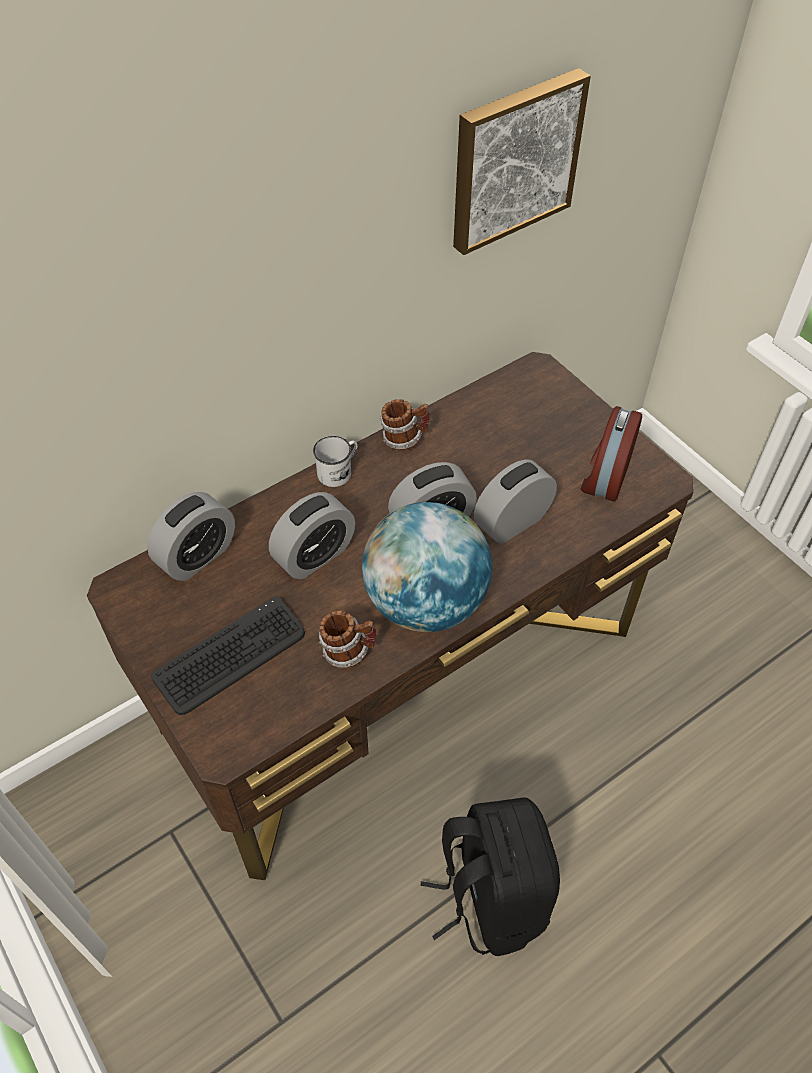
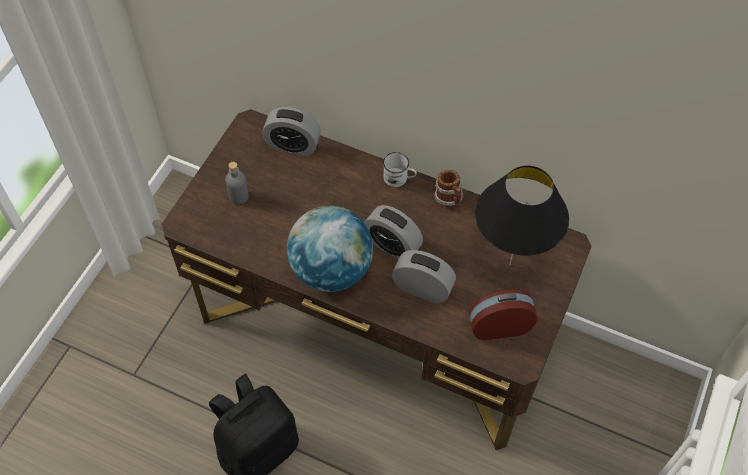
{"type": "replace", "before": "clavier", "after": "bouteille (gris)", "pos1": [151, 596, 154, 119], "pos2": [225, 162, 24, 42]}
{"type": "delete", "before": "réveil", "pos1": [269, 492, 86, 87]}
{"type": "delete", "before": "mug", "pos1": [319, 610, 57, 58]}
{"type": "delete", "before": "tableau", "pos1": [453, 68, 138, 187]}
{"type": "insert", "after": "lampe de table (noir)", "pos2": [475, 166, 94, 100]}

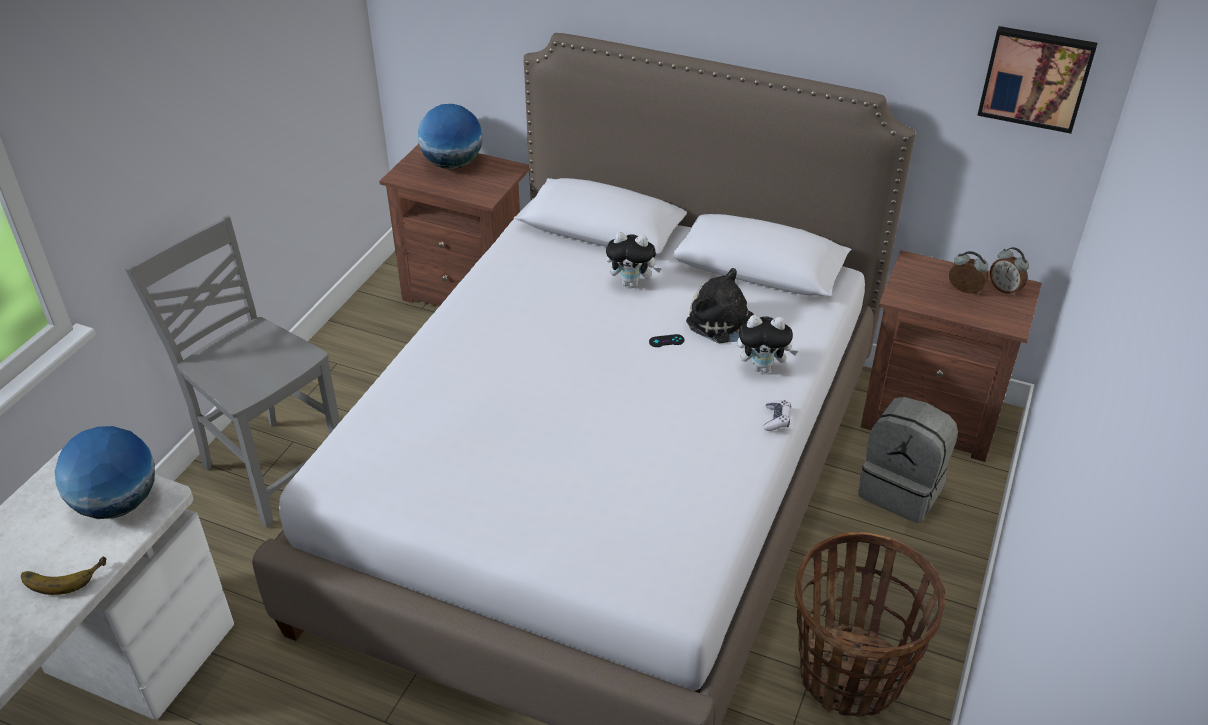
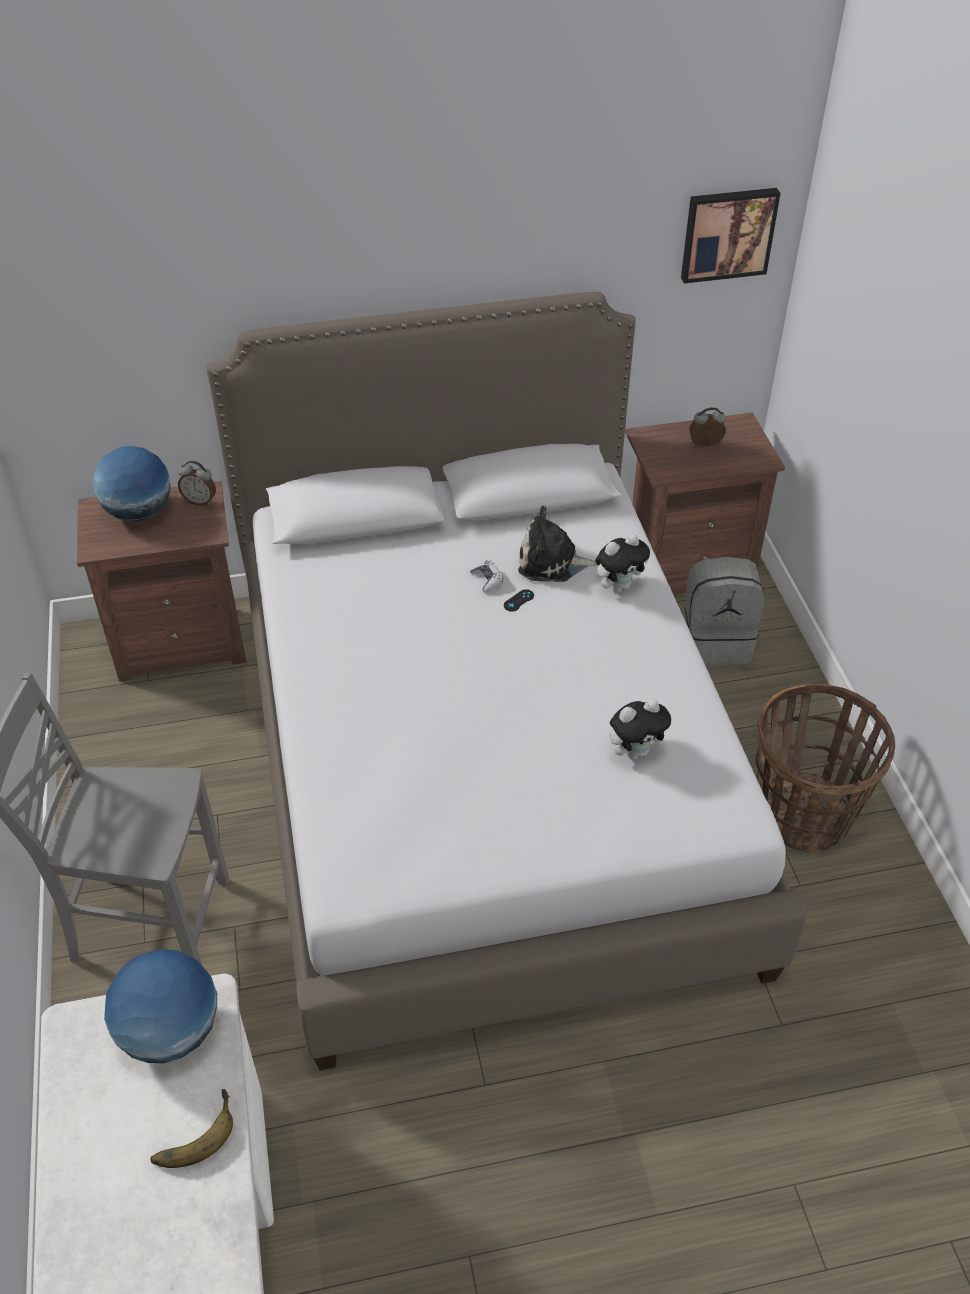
{"type": "move", "before": "peluche", "pos1": [606, 232, 56, 56], "pos2": [610, 698, 61, 62]}
{"type": "move", "before": "manette", "pos1": [764, 400, 27, 31], "pos2": [470, 560, 33, 33]}
{"type": "move", "before": "réveil", "pos1": [990, 247, 39, 49], "pos2": [178, 461, 38, 45]}

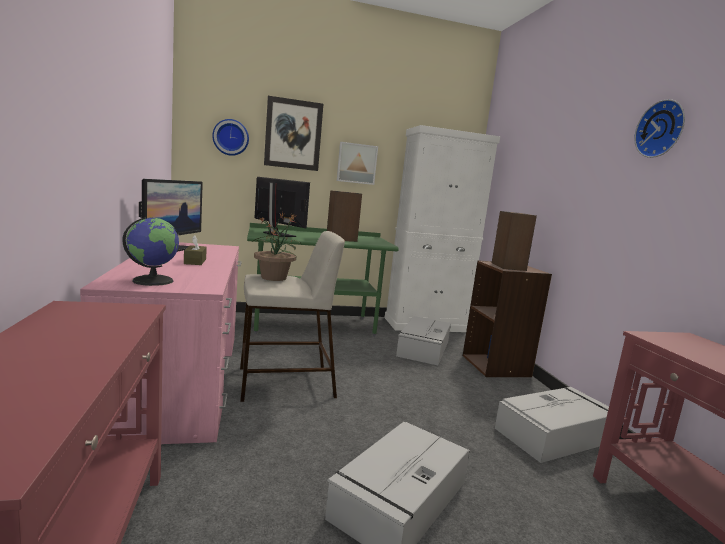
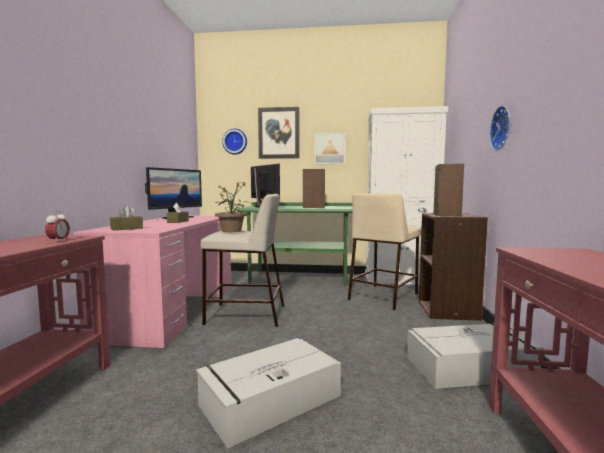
{"type": "replace", "before": "globe", "after": "boîte à mouchoirs (marron)", "pos1": [122, 217, 57, 69], "pos2": [110, 206, 33, 24]}
{"type": "replace", "before": "boîte de rangement (gris)", "after": "tabouret (beige)", "pos1": [396, 316, 55, 49], "pos2": [348, 193, 73, 117]}
{"type": "move", "before": "horloge murale", "pos1": [634, 99, 51, 59], "pos2": [489, 106, 21, 45]}
{"type": "insert", "after": "réveil", "pos2": [45, 211, 25, 32]}

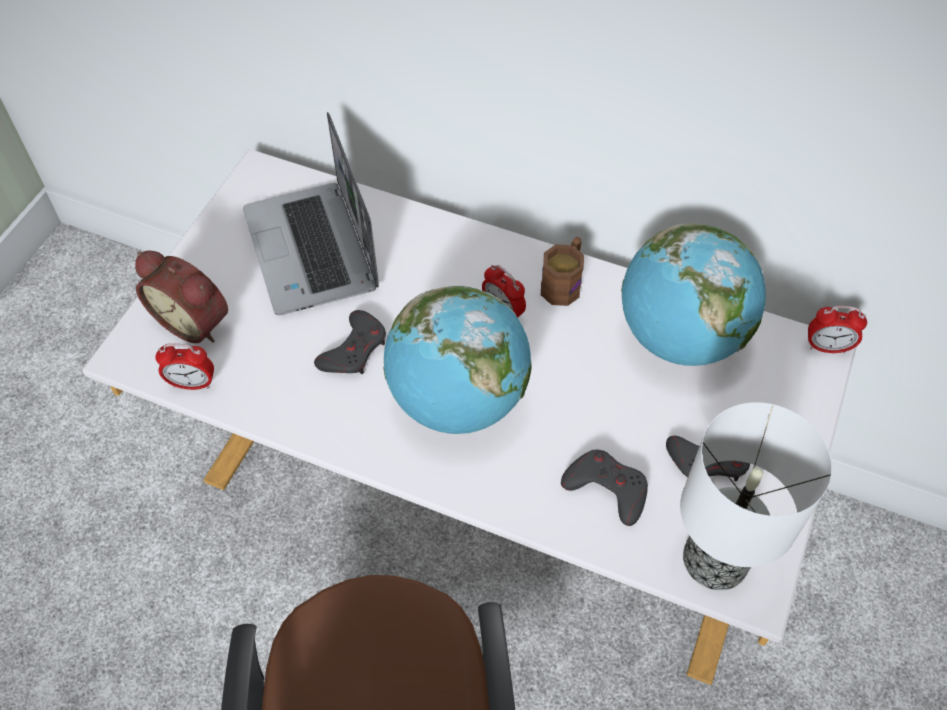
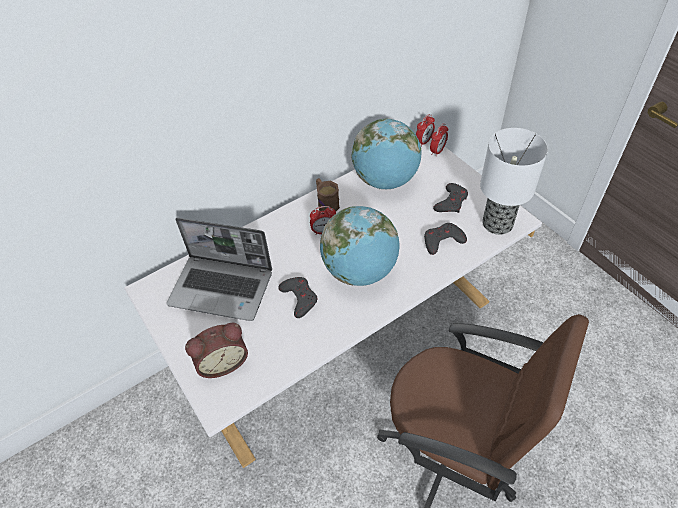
{"type": "move", "before": "réveil", "pos1": [155, 343, 59, 47], "pos2": [430, 123, 18, 33]}

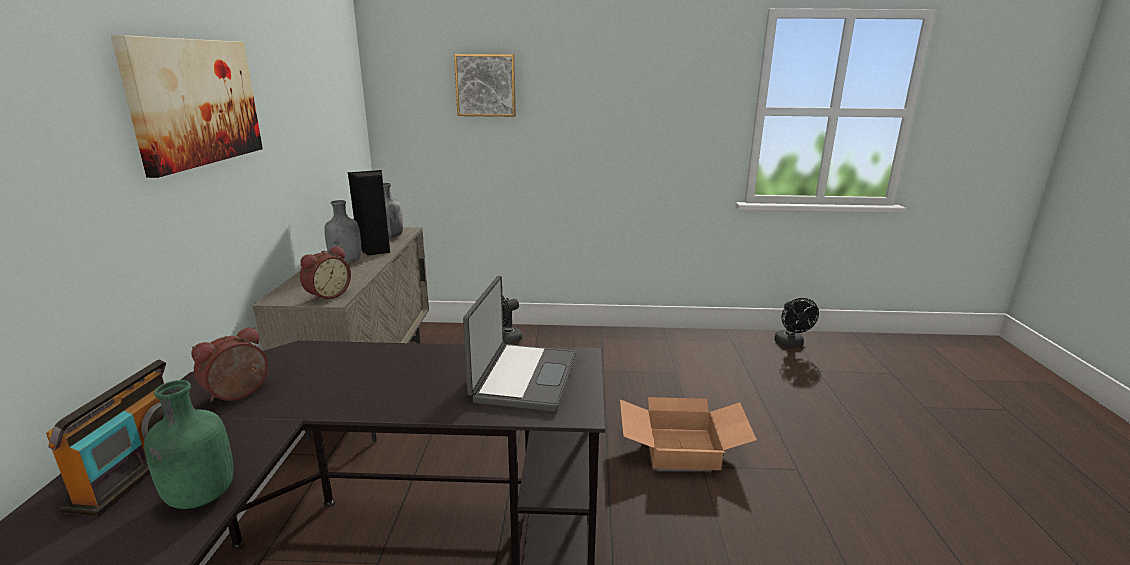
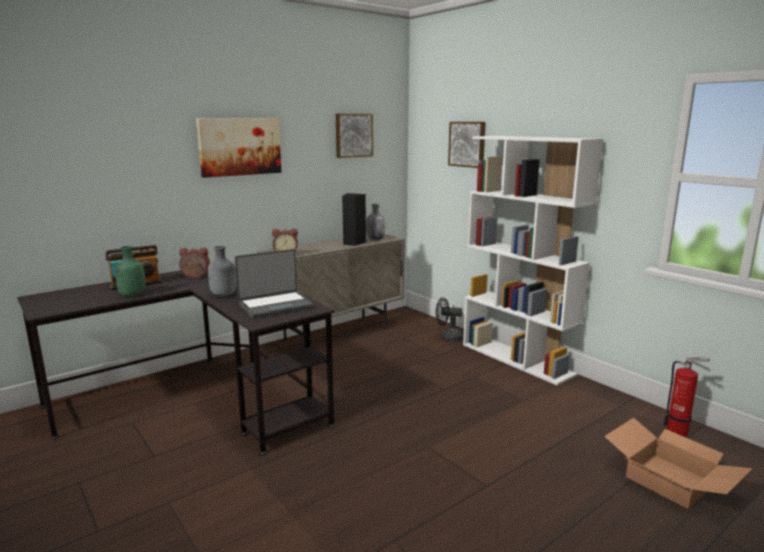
{"type": "move", "before": "bouteille (gris)", "pos1": [324, 200, 37, 63], "pos2": [208, 246, 28, 50]}
{"type": "move", "before": "carton", "pos1": [620, 397, 137, 73], "pos2": [604, 418, 149, 91]}
{"type": "replace", "before": "ventilateur (noir)", "after": "extincteur", "pos1": [774, 298, 45, 49], "pos2": [664, 357, 46, 80]}
{"type": "insert", "after": "tableau", "pos2": [336, 114, 37, 44]}
{"type": "insert", "after": "bibliothèque (blanc)", "pos2": [463, 136, 140, 249]}

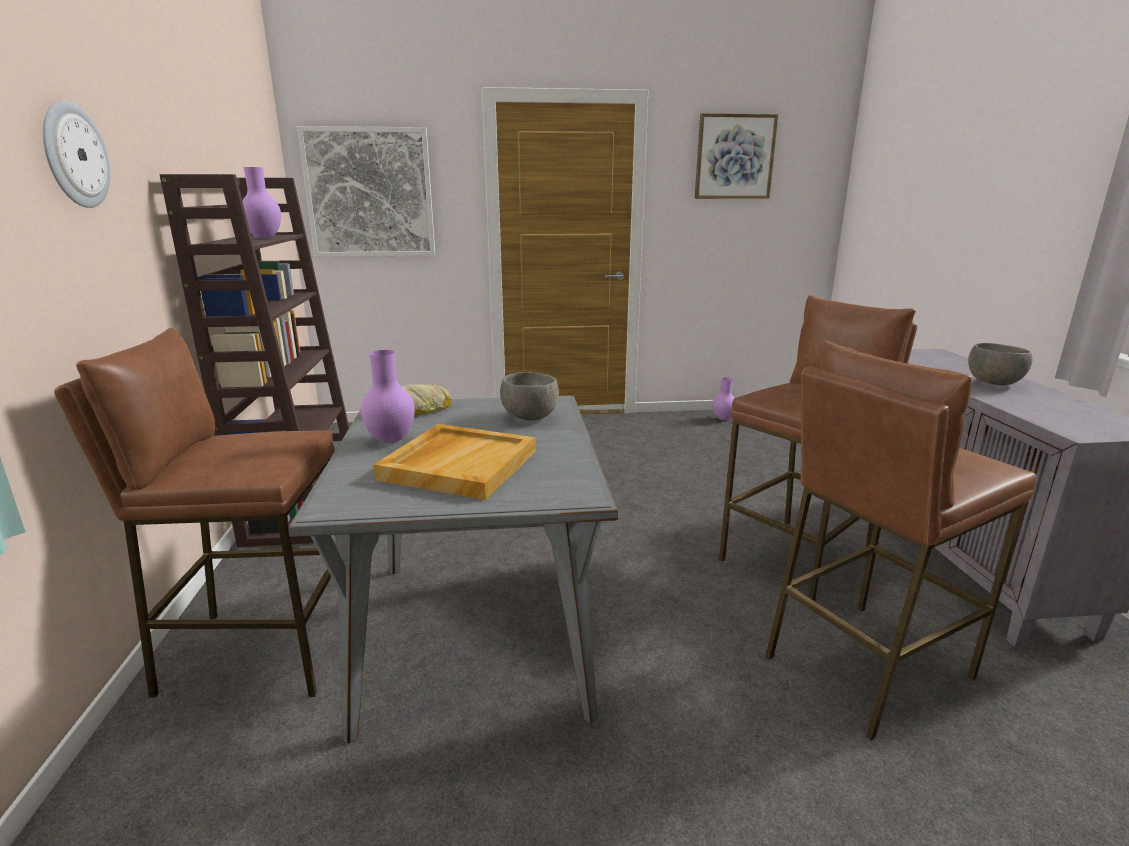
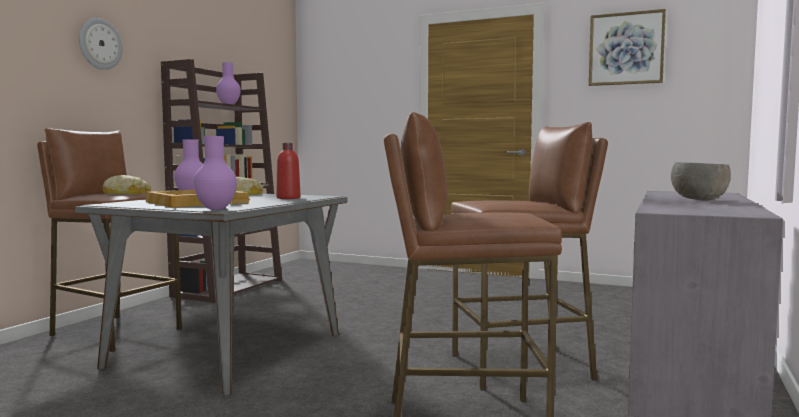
{"type": "delete", "before": "tableau", "pos1": [297, 126, 138, 131]}
{"type": "replace", "before": "bol (gris)", "after": "bouteille (rouge)", "pos1": [500, 372, 59, 49], "pos2": [276, 143, 25, 56]}
{"type": "move", "before": "vase (violet)", "pos1": [712, 378, 22, 42], "pos2": [194, 136, 43, 74]}
{"type": "insert", "after": "pain", "pos2": [102, 175, 49, 19]}

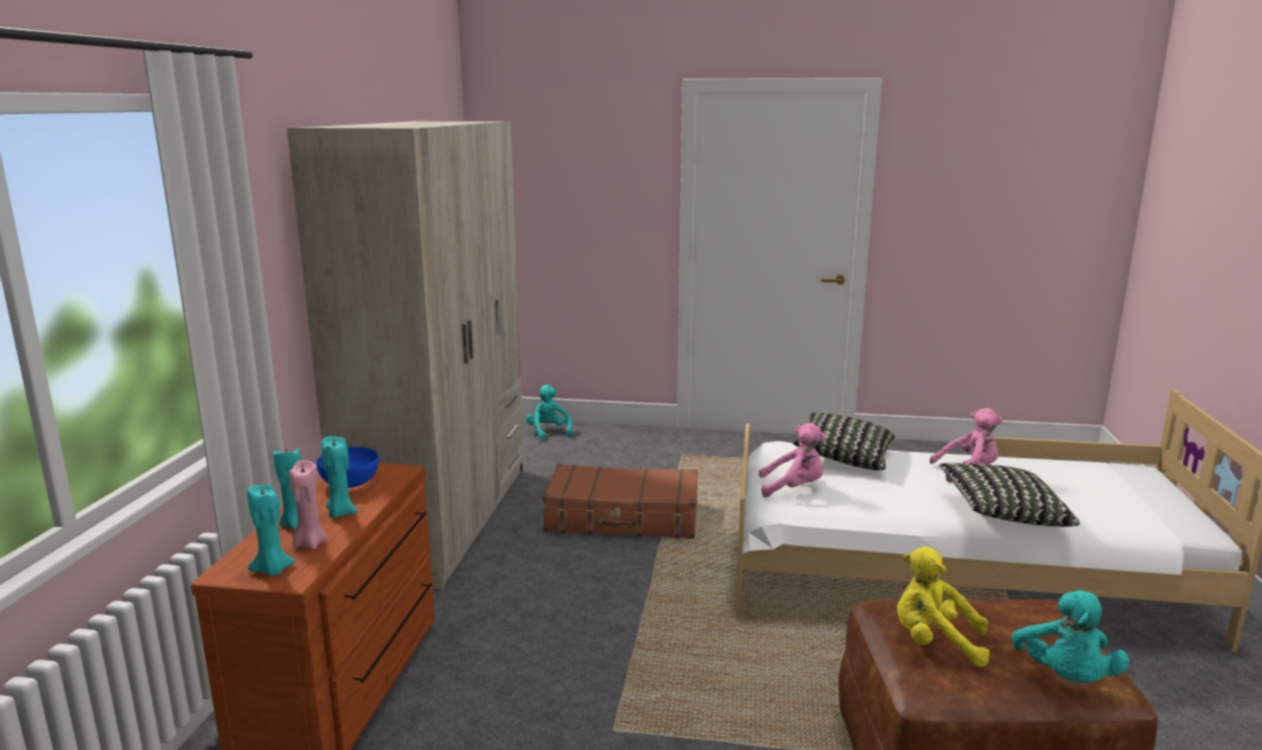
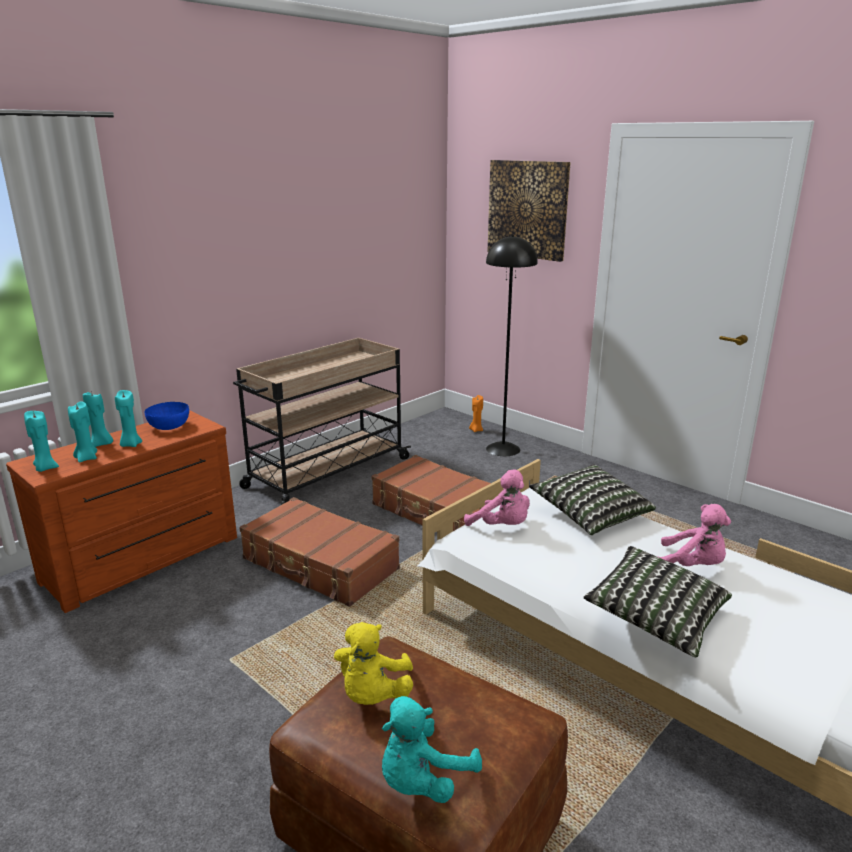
{"type": "replace", "before": "armoire (beige)", "after": "chariot (beige)", "pos1": [287, 121, 237, 468], "pos2": [233, 338, 178, 167]}
{"type": "recolor", "before": "bougie (rose)", "after": "bougie (turquoise)", "pos1": [289, 460, 38, 89], "pos2": [68, 402, 29, 60]}
{"type": "replace", "before": "peluche (turquoise)", "after": "bougie (orange)", "pos1": [526, 385, 46, 55], "pos2": [469, 395, 14, 37]}
{"type": "rotate", "before": "peluche (jaune)", "pos1": [897, 546, 93, 121], "pos2": [334, 622, 79, 83], "turn": -135}
{"type": "insert", "after": "valise (marron)", "pos2": [239, 497, 161, 110]}
{"type": "insert", "after": "lampadaire (noir)", "pos2": [486, 235, 52, 221]}
{"type": "insert", "after": "tableau", "pos2": [488, 160, 83, 102]}

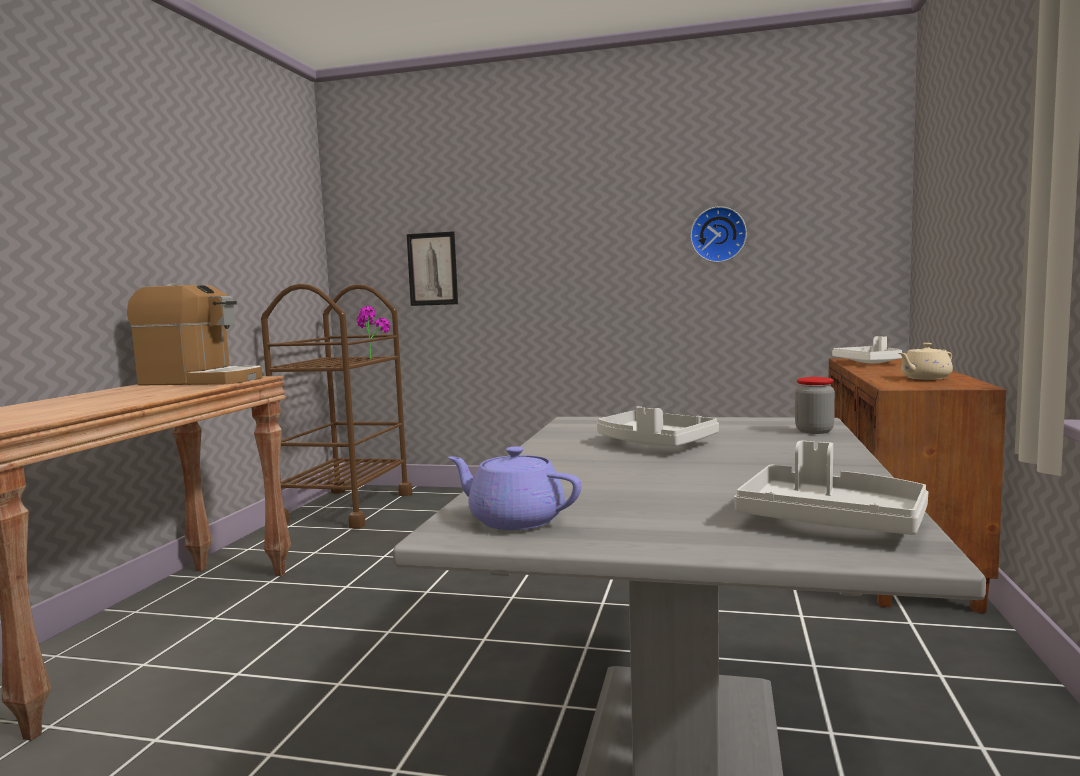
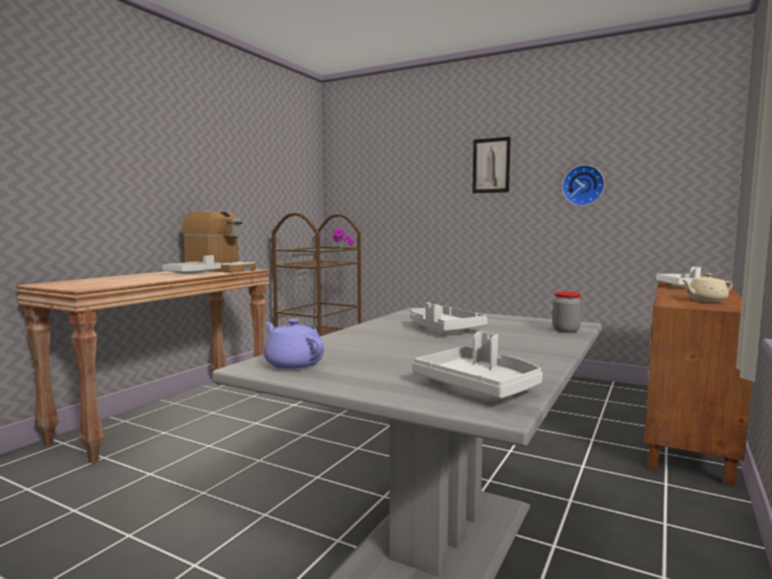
{"type": "move", "before": "tableau", "pos1": [407, 231, 51, 75], "pos2": [472, 137, 39, 56]}
{"type": "insert", "after": "plateau (gris)", "pos2": [162, 255, 59, 19]}

